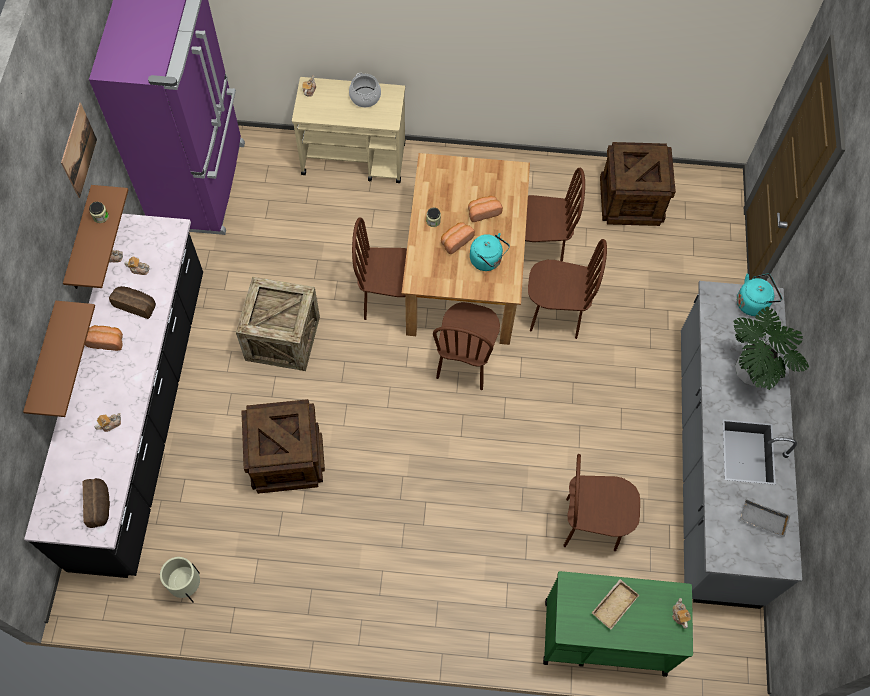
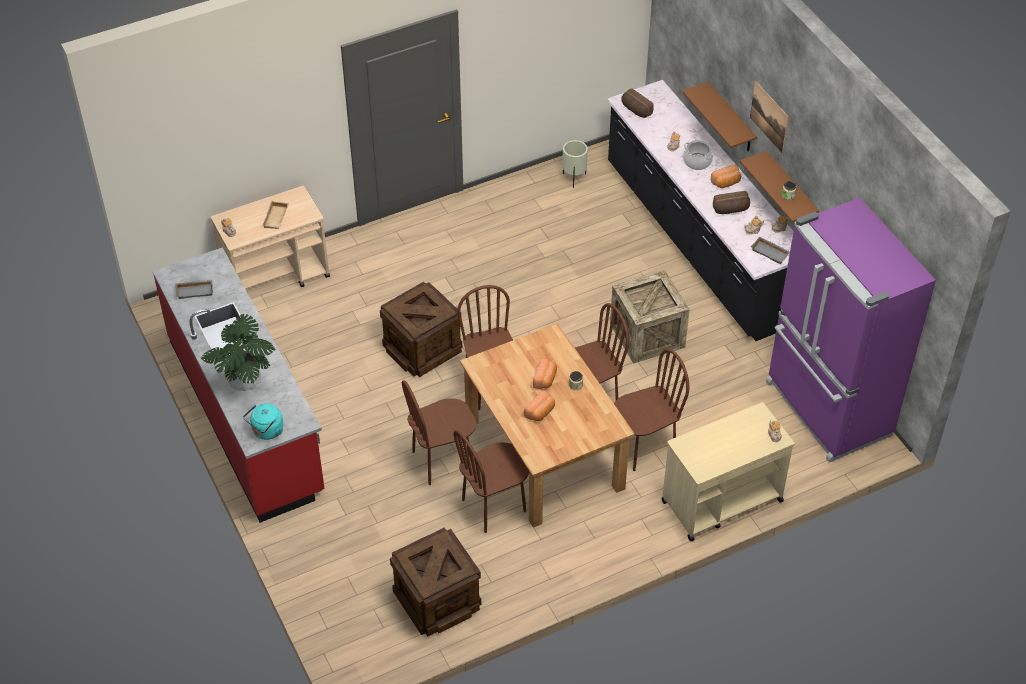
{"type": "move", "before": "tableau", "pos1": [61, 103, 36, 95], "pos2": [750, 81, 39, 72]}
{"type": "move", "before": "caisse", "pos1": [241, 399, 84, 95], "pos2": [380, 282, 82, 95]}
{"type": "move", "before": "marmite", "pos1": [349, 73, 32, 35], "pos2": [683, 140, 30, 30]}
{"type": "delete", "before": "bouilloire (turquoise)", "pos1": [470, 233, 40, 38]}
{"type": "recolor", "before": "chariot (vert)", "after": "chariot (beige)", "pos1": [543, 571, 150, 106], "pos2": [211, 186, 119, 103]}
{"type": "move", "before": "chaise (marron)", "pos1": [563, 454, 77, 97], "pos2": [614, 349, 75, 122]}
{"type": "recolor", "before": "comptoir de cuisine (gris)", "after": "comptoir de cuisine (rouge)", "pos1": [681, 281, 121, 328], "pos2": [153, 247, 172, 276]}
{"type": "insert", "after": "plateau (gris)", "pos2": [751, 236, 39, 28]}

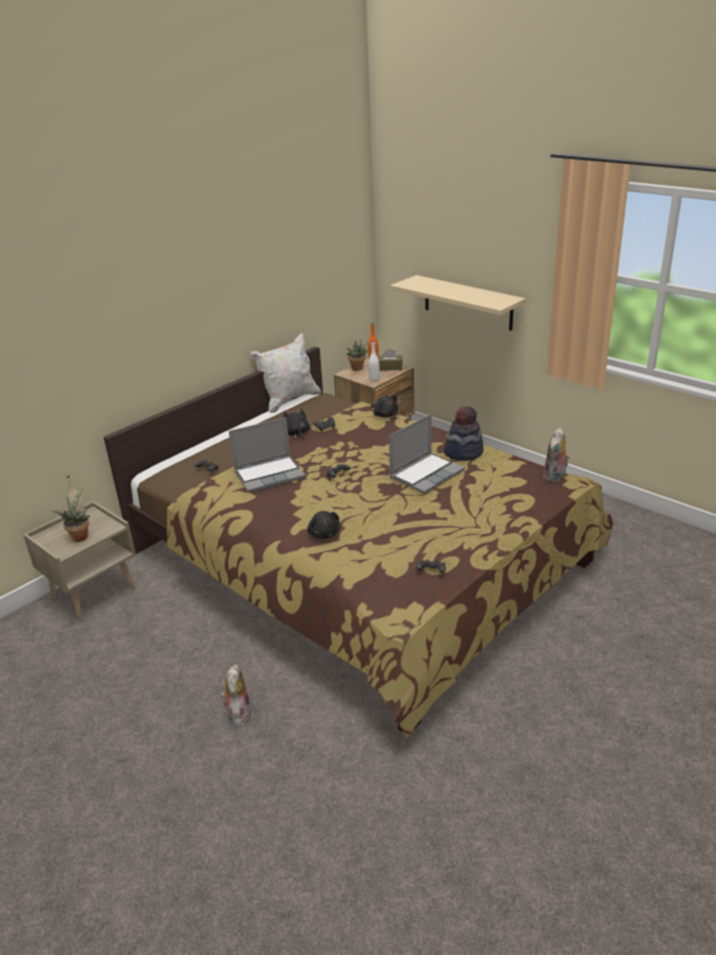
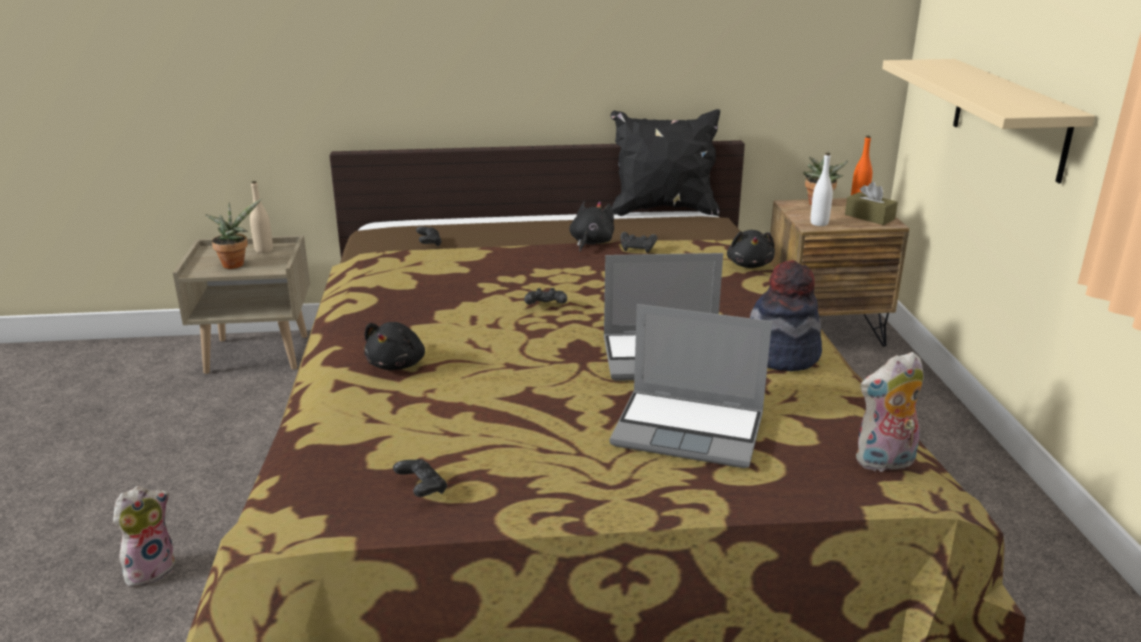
{"type": "move", "before": "ordinateur portable", "pos1": [229, 417, 77, 76], "pos2": [610, 304, 162, 164]}
{"type": "recolor", "before": "coussin (blanc)", "after": "coussin (noir)", "pos1": [251, 333, 70, 80], "pos2": [610, 109, 110, 107]}

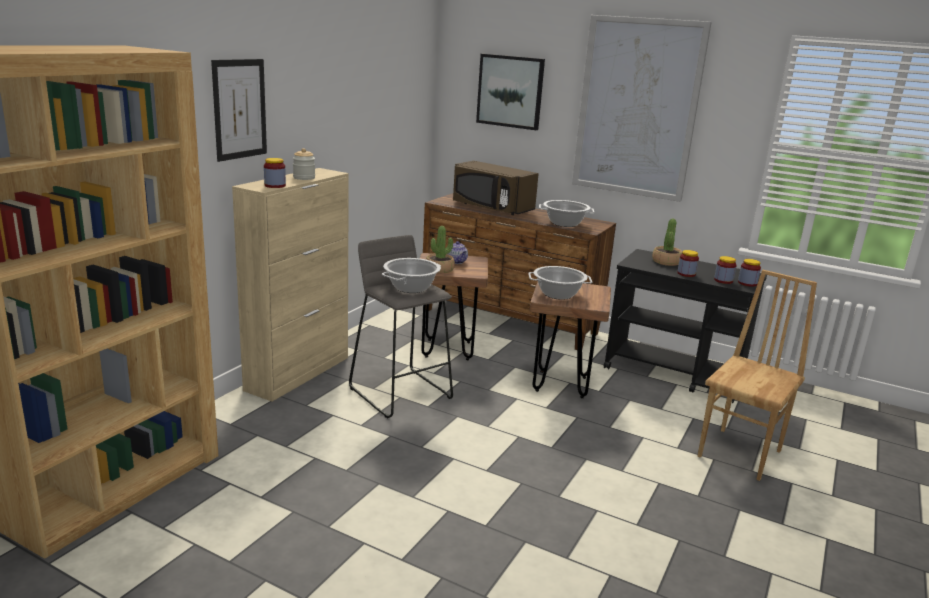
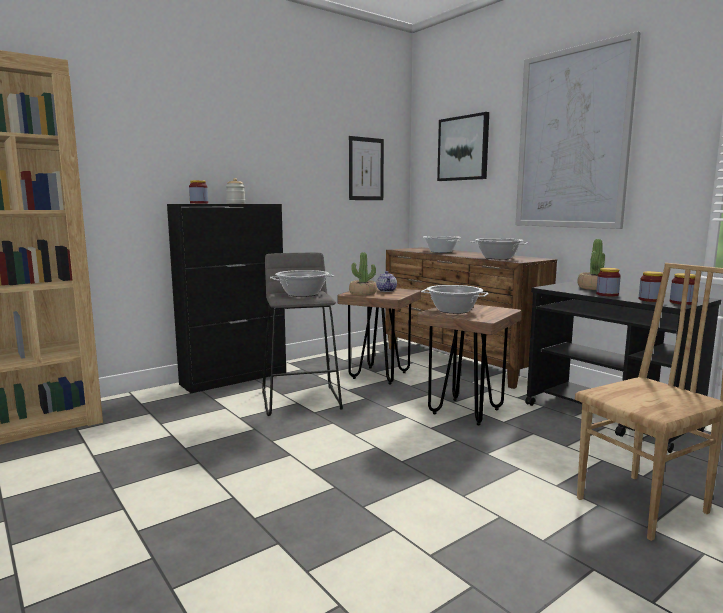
{"type": "move", "before": "tableau", "pos1": [211, 59, 56, 103], "pos2": [349, 136, 35, 64]}
{"type": "recolor", "before": "meuble de rangement (beige)", "after": "meuble de rangement (noir)", "pos1": [232, 168, 117, 234], "pos2": [167, 204, 119, 189]}
{"type": "replace", "before": "micro-ondes (marron)", "after": "marmite", "pos1": [453, 161, 86, 54], "pos2": [423, 236, 38, 17]}

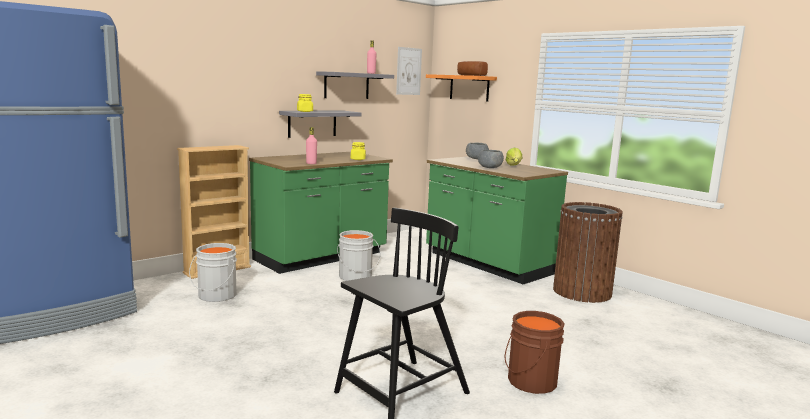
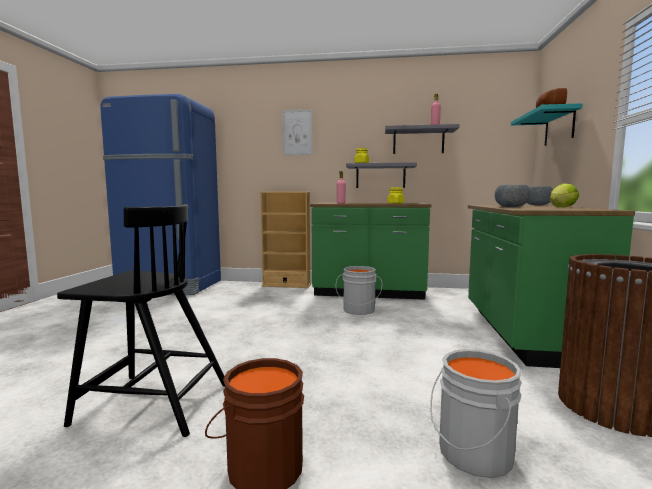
{"type": "move", "before": "seau (gris)", "pos1": [189, 243, 48, 59], "pos2": [430, 349, 92, 129]}
{"type": "move", "before": "tableau", "pos1": [396, 47, 26, 48], "pos2": [283, 109, 30, 46]}
{"type": "recolor", "before": "étagère (orange)", "after": "étagère (turquoise)", "pos1": [426, 74, 71, 28], "pos2": [511, 103, 71, 43]}

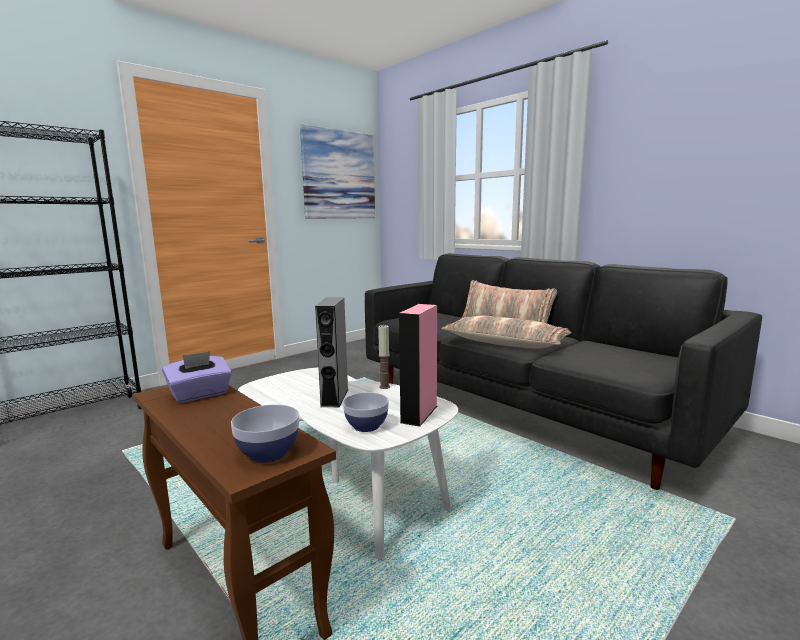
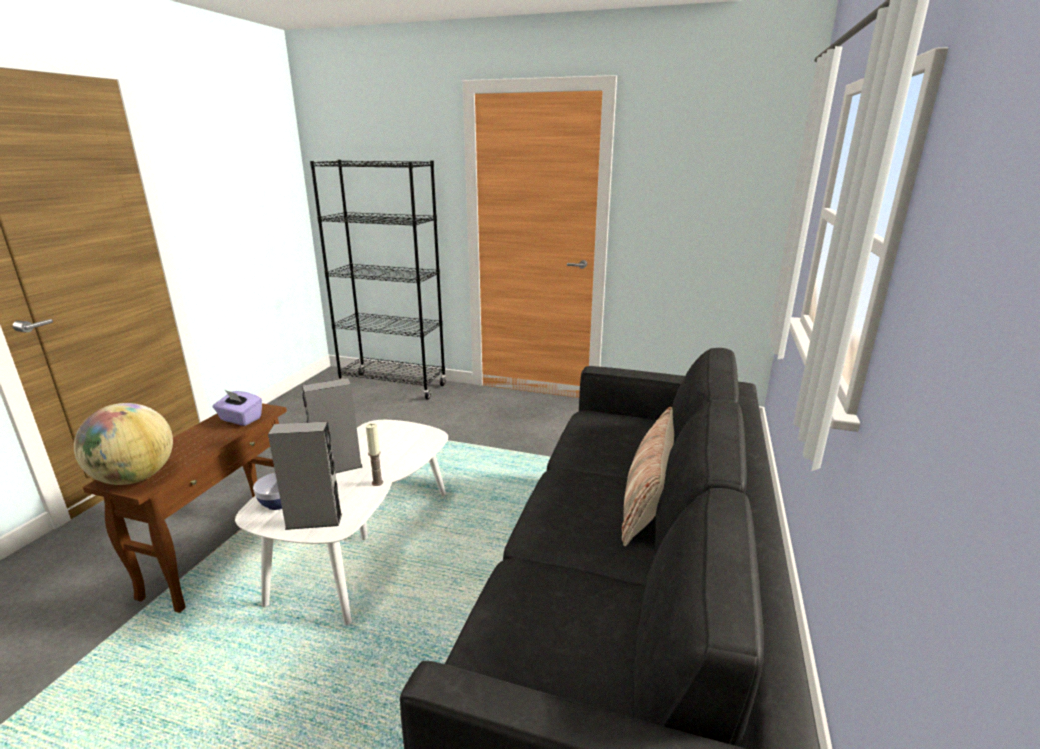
{"type": "replace", "before": "bol", "after": "globe", "pos1": [231, 404, 68, 59], "pos2": [74, 403, 99, 82]}
{"type": "delete", "before": "tableau", "pos1": [300, 124, 75, 95]}
{"type": "recolor", "before": "enceinte (rose)", "after": "enceinte (gris)", "pos1": [399, 304, 38, 123], "pos2": [268, 421, 74, 109]}
{"type": "delete", "before": "coussin", "pos1": [442, 316, 129, 33]}

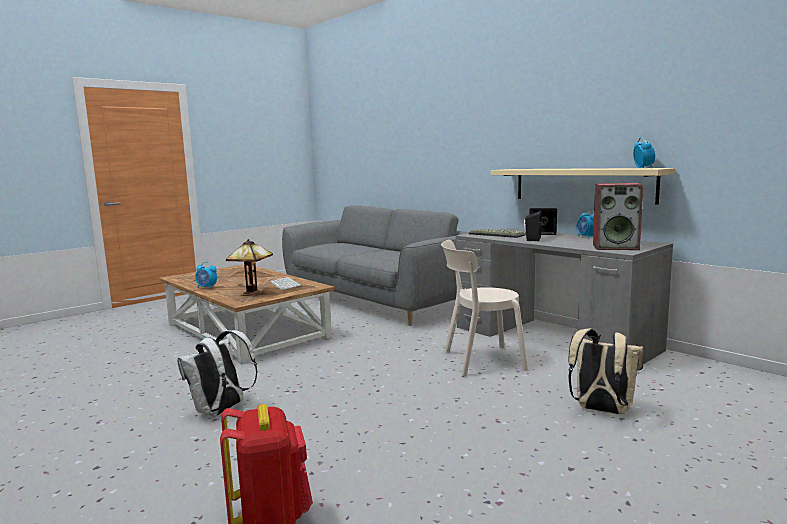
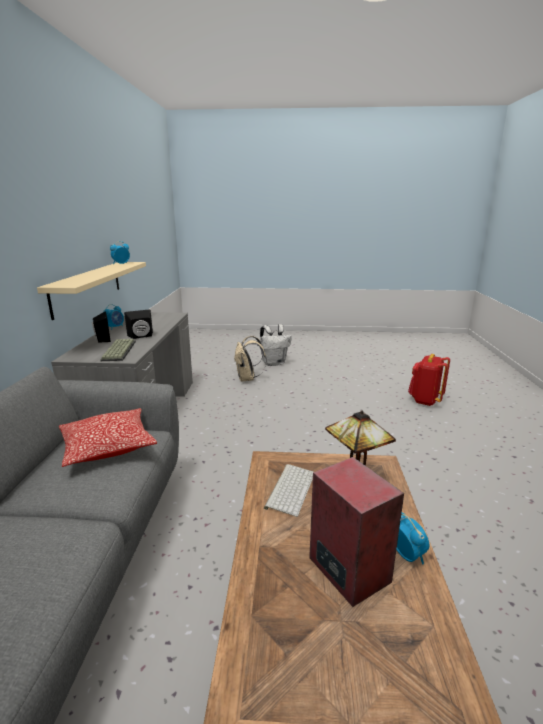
{"type": "move", "before": "sac à dos (blanc)", "pos1": [177, 330, 81, 87], "pos2": [260, 324, 32, 42]}
{"type": "delete", "before": "chaise (beige)", "pos1": [441, 240, 87, 137]}
{"type": "move", "before": "enceinte", "pos1": [593, 183, 51, 67], "pos2": [309, 457, 95, 150]}
{"type": "insert", "after": "coussin", "pos2": [59, 408, 98, 59]}

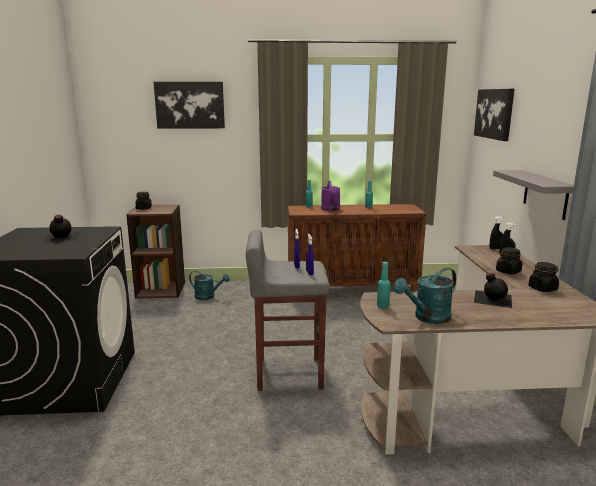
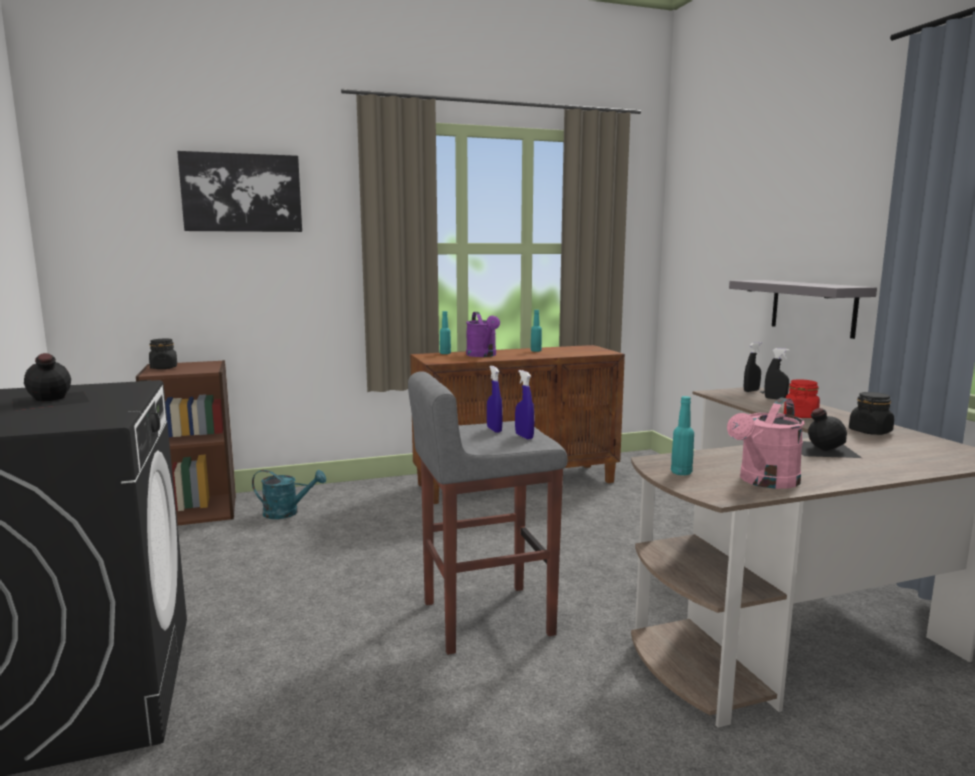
{"type": "recolor", "before": "arrosoir (turquoise)", "after": "arrosoir (rose)", "pos1": [393, 268, 63, 56], "pos2": [727, 398, 77, 91]}
{"type": "delete", "before": "tableau", "pos1": [474, 89, 40, 52]}
{"type": "recolor", "before": "bocal (noir)", "after": "bocal (rouge)", "pos1": [496, 247, 26, 28], "pos2": [784, 379, 36, 39]}

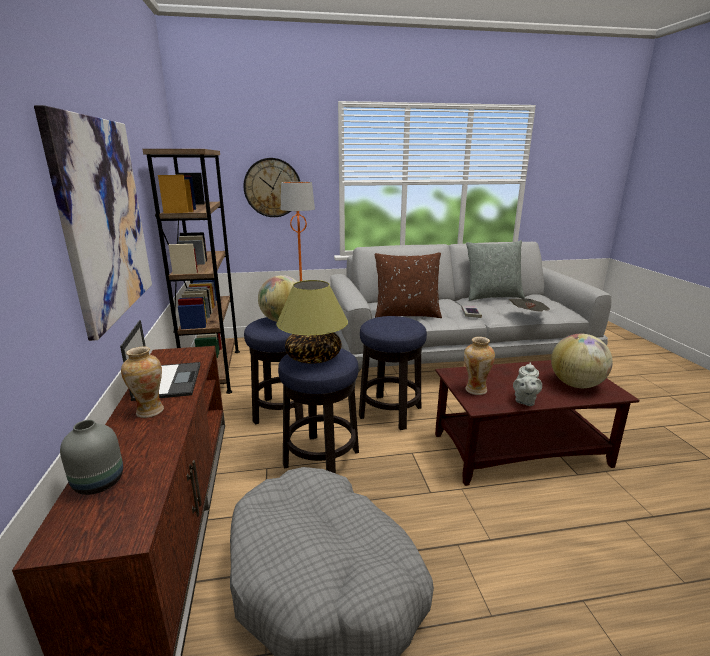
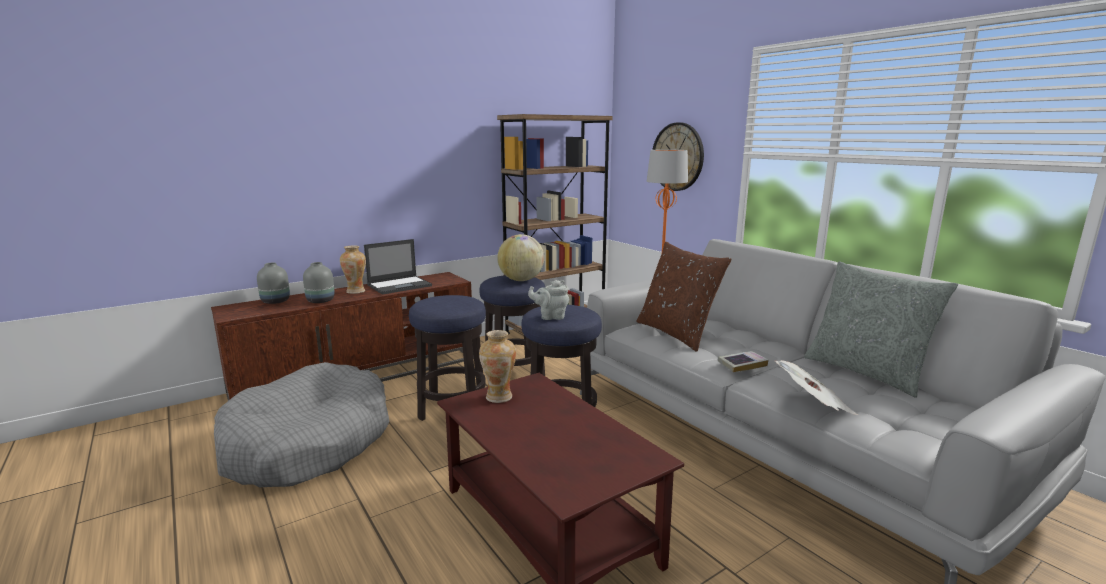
{"type": "delete", "before": "tableau", "pos1": [34, 105, 118, 236]}
{"type": "delete", "before": "lampe de table", "pos1": [276, 280, 72, 84]}
{"type": "move", "before": "théière (gris)", "pos1": [513, 362, 29, 44], "pos2": [528, 280, 41, 40]}
{"type": "delete", "before": "globe", "pos1": [551, 334, 62, 54]}
{"type": "insert", "after": "vase (gris)", "pos2": [303, 262, 32, 41]}

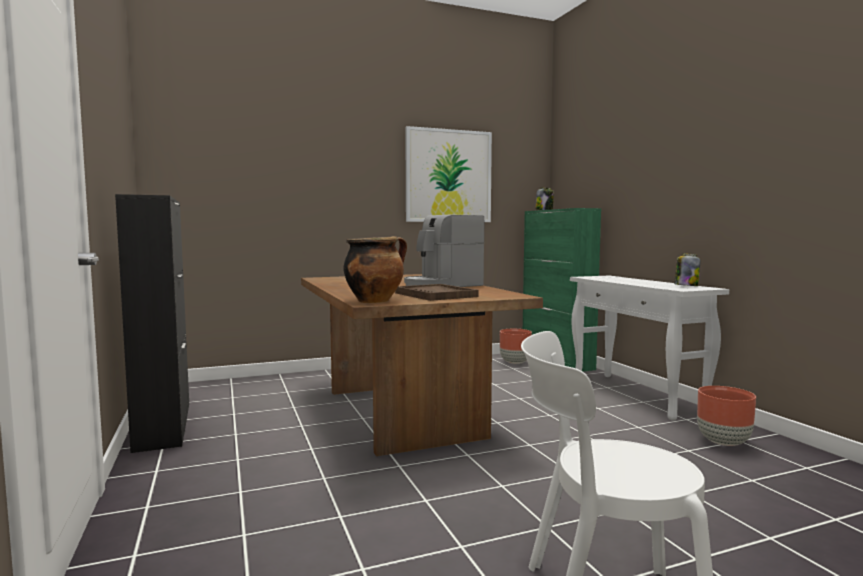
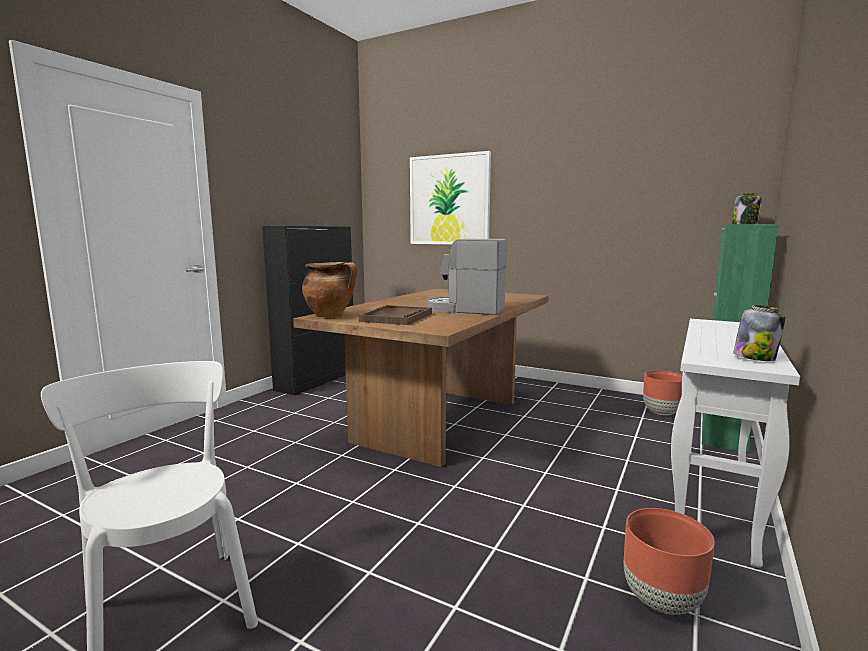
{"type": "move", "before": "tableau", "pos1": [405, 126, 87, 96], "pos2": [410, 151, 81, 93]}

